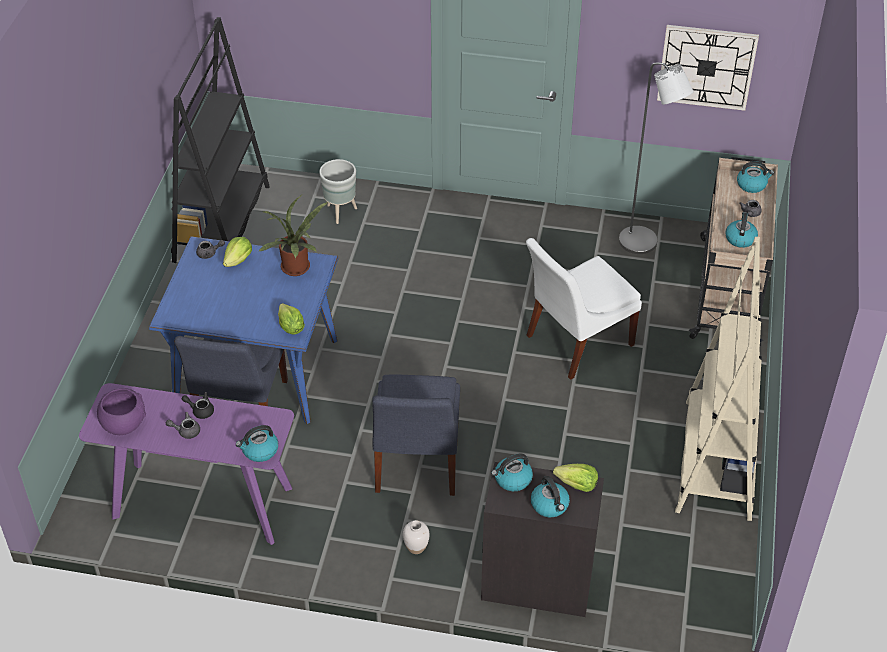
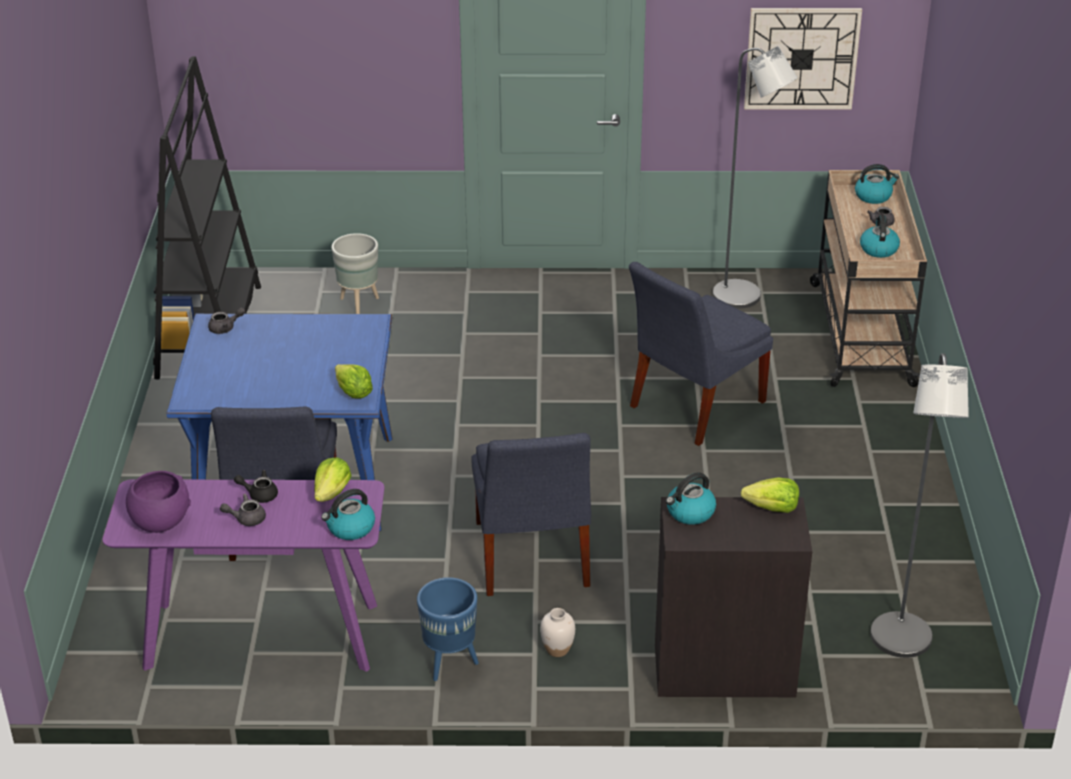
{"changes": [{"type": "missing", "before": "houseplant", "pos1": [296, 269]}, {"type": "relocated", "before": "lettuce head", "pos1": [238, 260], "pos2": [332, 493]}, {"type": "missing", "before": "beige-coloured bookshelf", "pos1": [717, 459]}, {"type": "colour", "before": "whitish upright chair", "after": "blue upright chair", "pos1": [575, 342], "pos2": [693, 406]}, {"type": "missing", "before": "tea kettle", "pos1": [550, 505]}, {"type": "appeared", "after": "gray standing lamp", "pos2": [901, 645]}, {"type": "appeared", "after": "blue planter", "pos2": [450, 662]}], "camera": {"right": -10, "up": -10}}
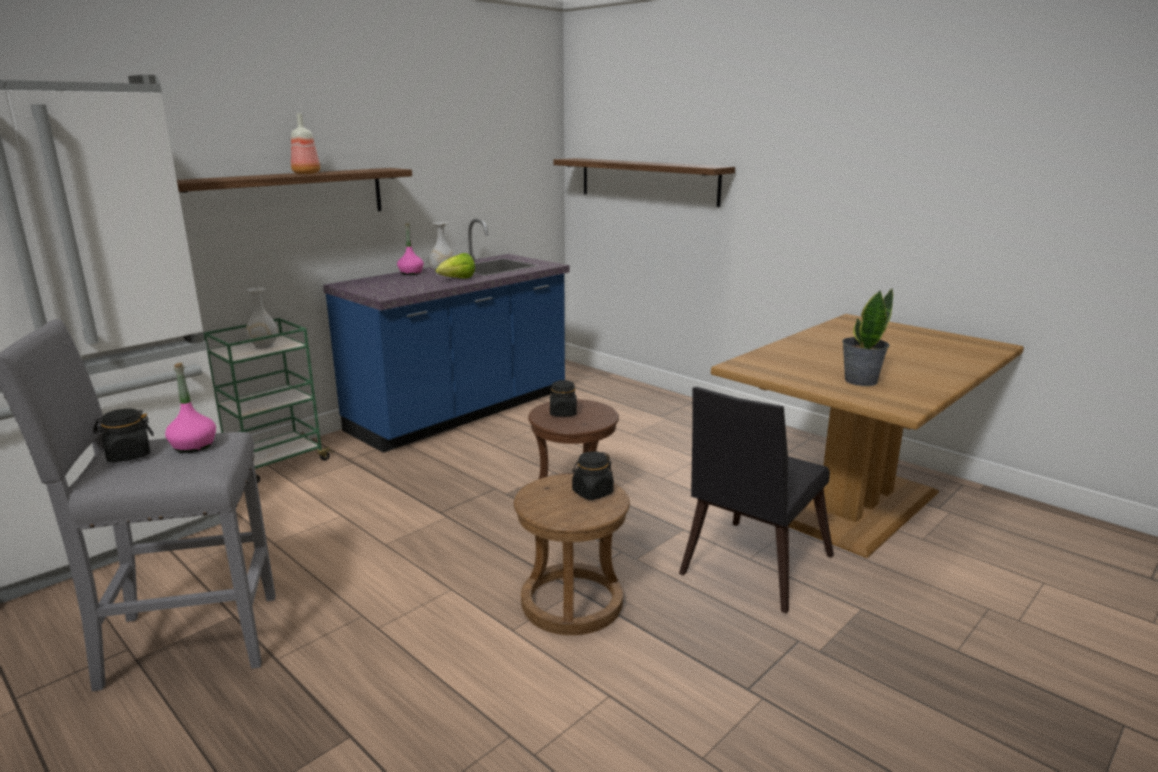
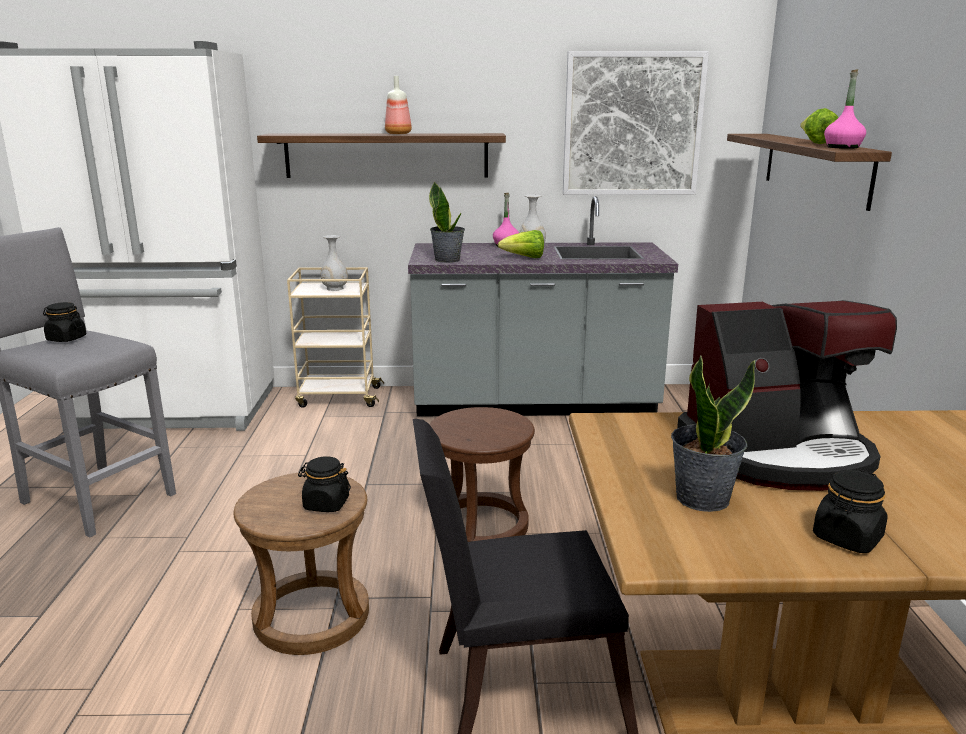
{"changes": [{"type": "colour", "before": "blue kitchen base unit", "after": "gray kitchen base unit", "pos1": [461, 412], "pos2": [534, 404]}, {"type": "colour", "before": "greenish wheeled cart", "after": "beige-coloured wheeled cart", "pos1": [276, 464], "pos2": [338, 397]}, {"type": "relocated", "before": "pink bottle", "pos1": [193, 446], "pos2": [842, 147]}, {"type": "relocated", "before": "black preserve jar", "pos1": [563, 413], "pos2": [847, 538]}, {"type": "appeared", "after": "wall picture", "pos2": [632, 124]}, {"type": "appeared", "after": "lettuce head", "pos2": [814, 143]}, {"type": "appeared", "after": "houseplant", "pos2": [447, 260]}, {"type": "appeared", "after": "coffee machine", "pos2": [778, 454]}], "camera": {"right": 45, "up": 0}}
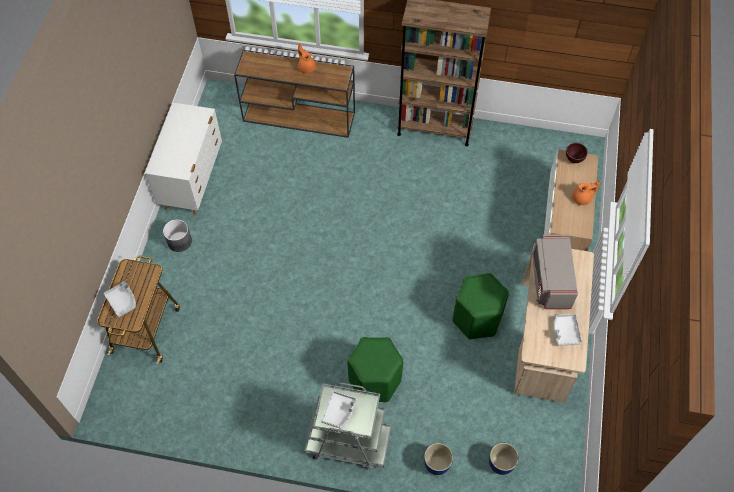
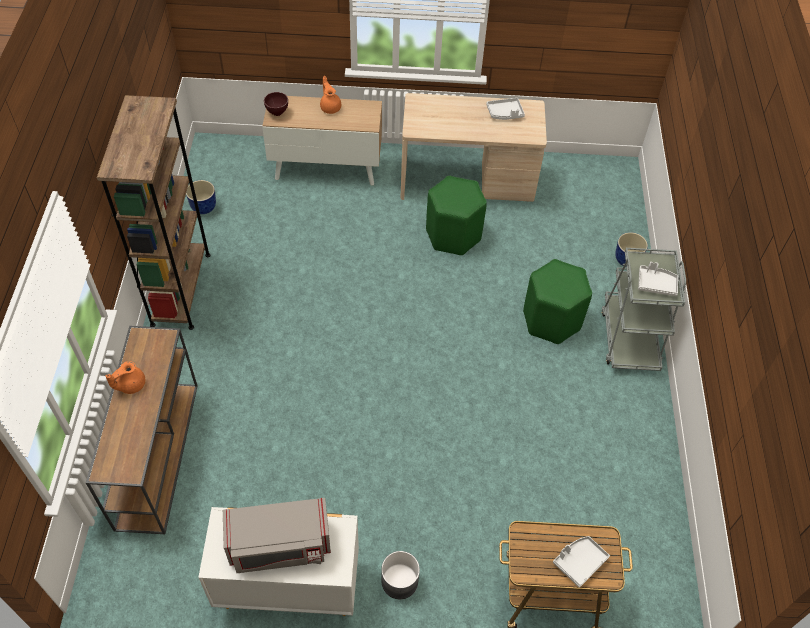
{"changes": [{"type": "relocated", "before": "gray microwave", "pos1": [550, 280], "pos2": [279, 546]}, {"type": "relocated", "before": "planter", "pos1": [501, 464], "pos2": [204, 207]}], "camera": {"right": -100, "up": -5}}
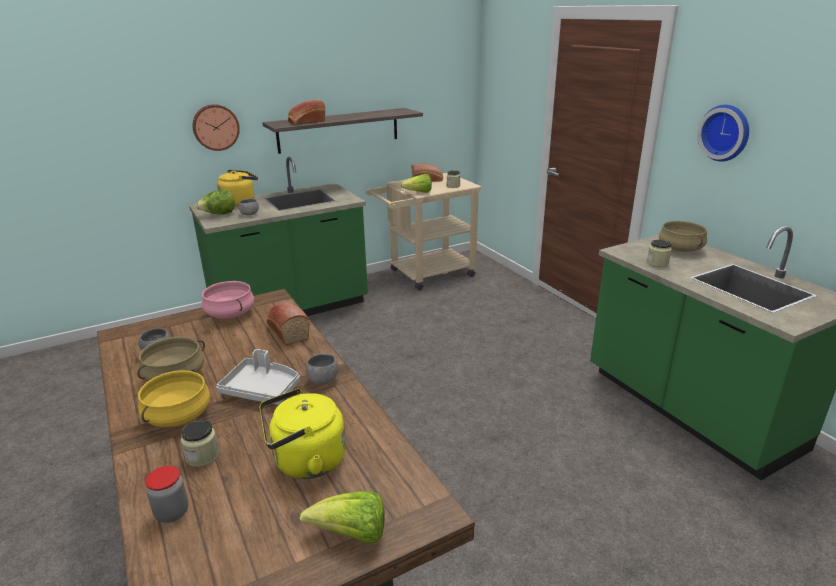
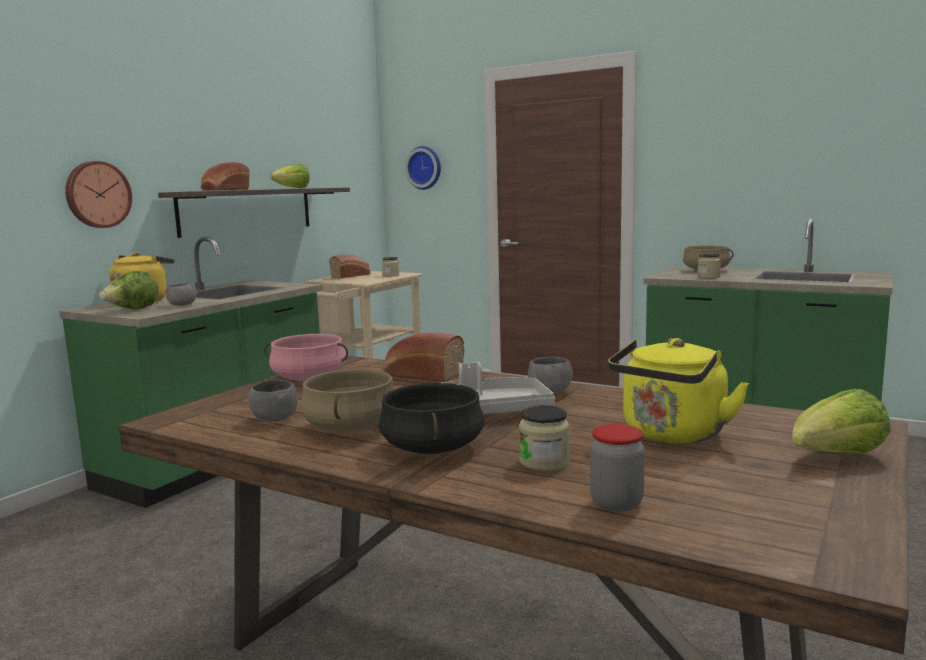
{"changes": [{"type": "relocated", "before": "wall clock", "pos1": [726, 132], "pos2": [425, 168]}, {"type": "relocated", "before": "lettuce head", "pos1": [418, 193], "pos2": [292, 188]}, {"type": "colour", "before": "yellow-coloured cooking pot", "after": "black cooking pot", "pos1": [178, 415], "pos2": [431, 447]}], "camera": {"right": -30, "up": -15}}
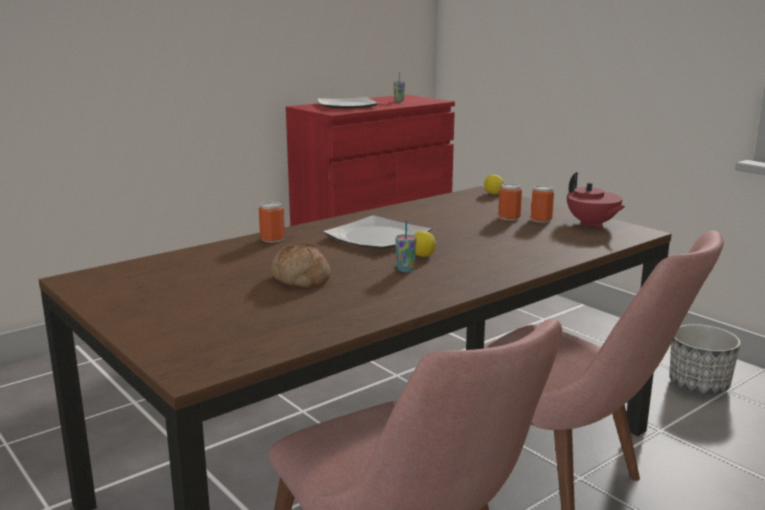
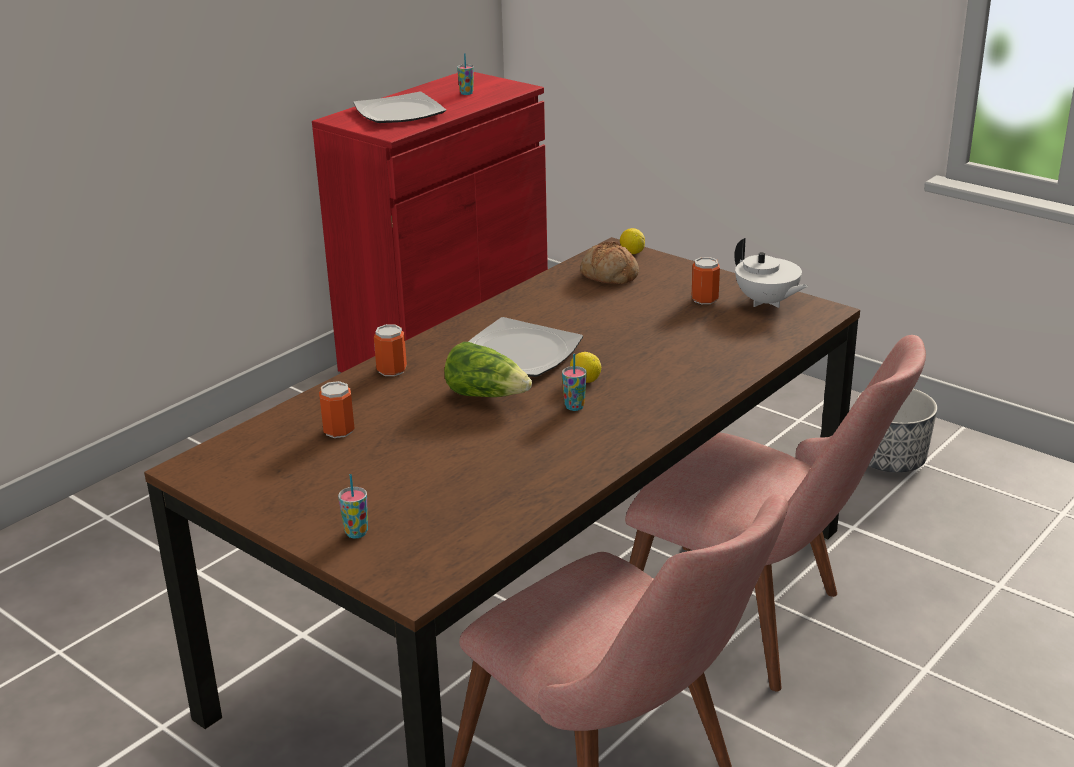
{"changes": [{"type": "colour", "before": "red teapot", "after": "whitish teapot", "pos1": [592, 224], "pos2": [766, 302]}, {"type": "relocated", "before": "can", "pos1": [509, 217], "pos2": [339, 430]}, {"type": "relocated", "before": "bakery bread", "pos1": [300, 279], "pos2": [608, 275]}, {"type": "appeared", "after": "lettuce head", "pos2": [487, 395]}, {"type": "appeared", "after": "small cup", "pos2": [356, 533]}], "camera": {"right": -10, "up": 10}}
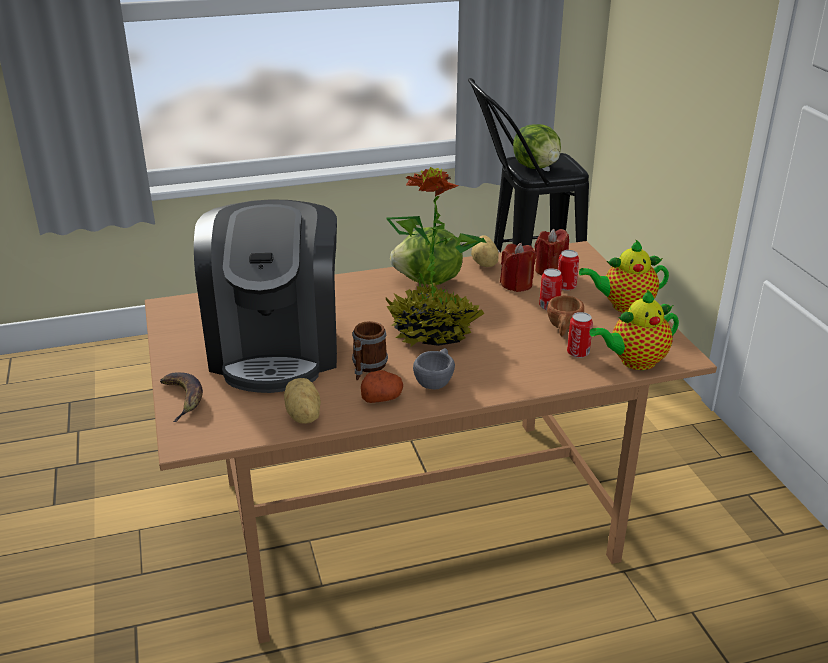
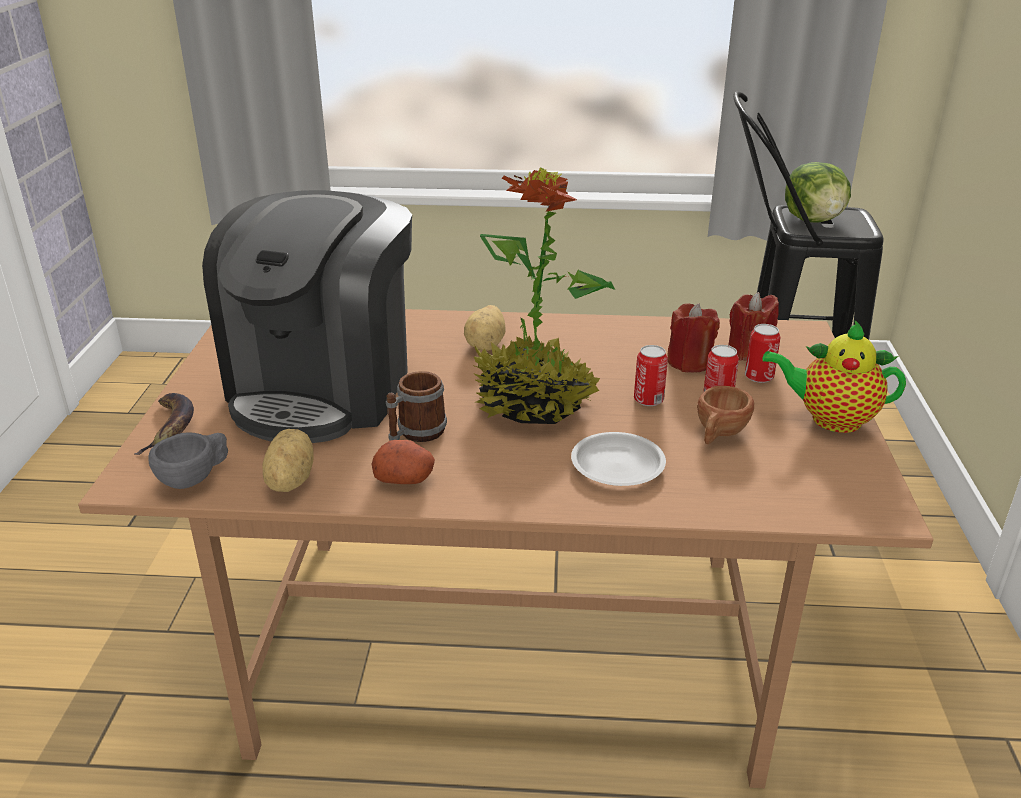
{"changes": [{"type": "missing", "before": "lettuce head", "pos1": [429, 282]}, {"type": "relocated", "before": "whole potato", "pos1": [485, 263], "pos2": [487, 345]}, {"type": "missing", "before": "teapot", "pos1": [634, 362]}, {"type": "relocated", "before": "can", "pos1": [578, 353], "pos2": [648, 400]}, {"type": "relocated", "before": "gray small cup", "pos1": [436, 381], "pos2": [195, 477]}, {"type": "appeared", "after": "whitish flat dish", "pos2": [617, 465]}], "camera": {"right": 20, "up": 0}}
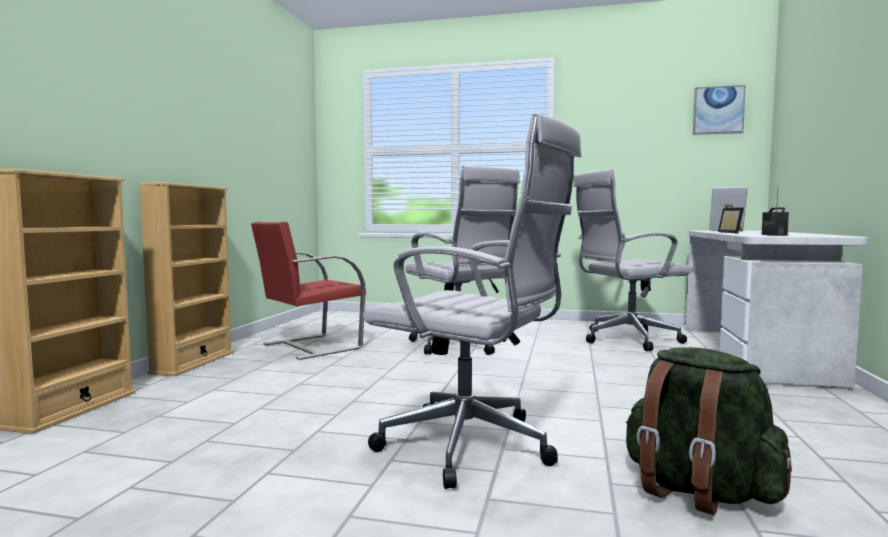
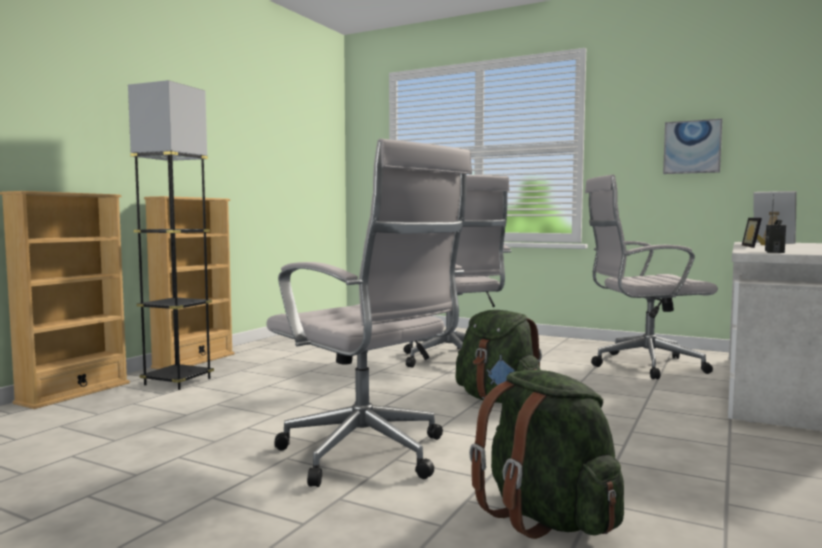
{"changes": [{"type": "relocated", "before": "wall picture", "pos1": [718, 110], "pos2": [692, 147]}, {"type": "missing", "before": "red upright chair", "pos1": [310, 346]}, {"type": "appeared", "after": "gray standing lamp", "pos2": [177, 381]}, {"type": "appeared", "after": "greenish rucksack", "pos2": [498, 400]}], "camera": {"right": 15, "up": 0}}
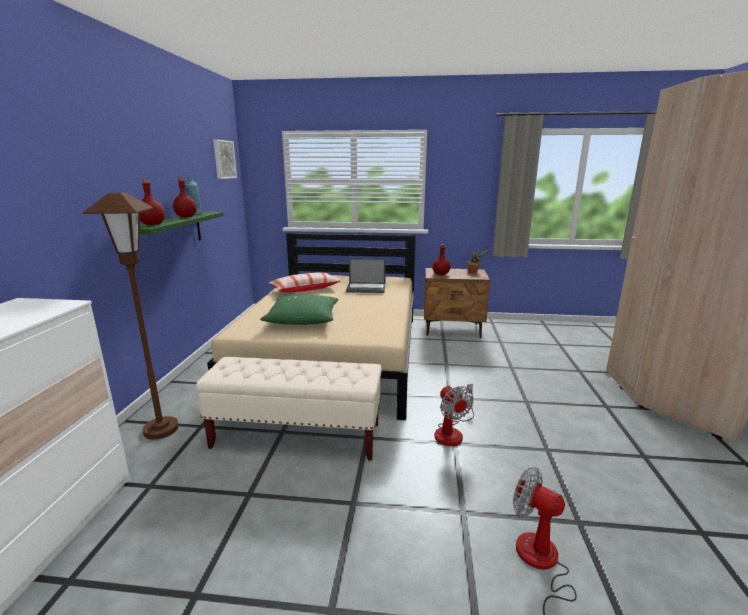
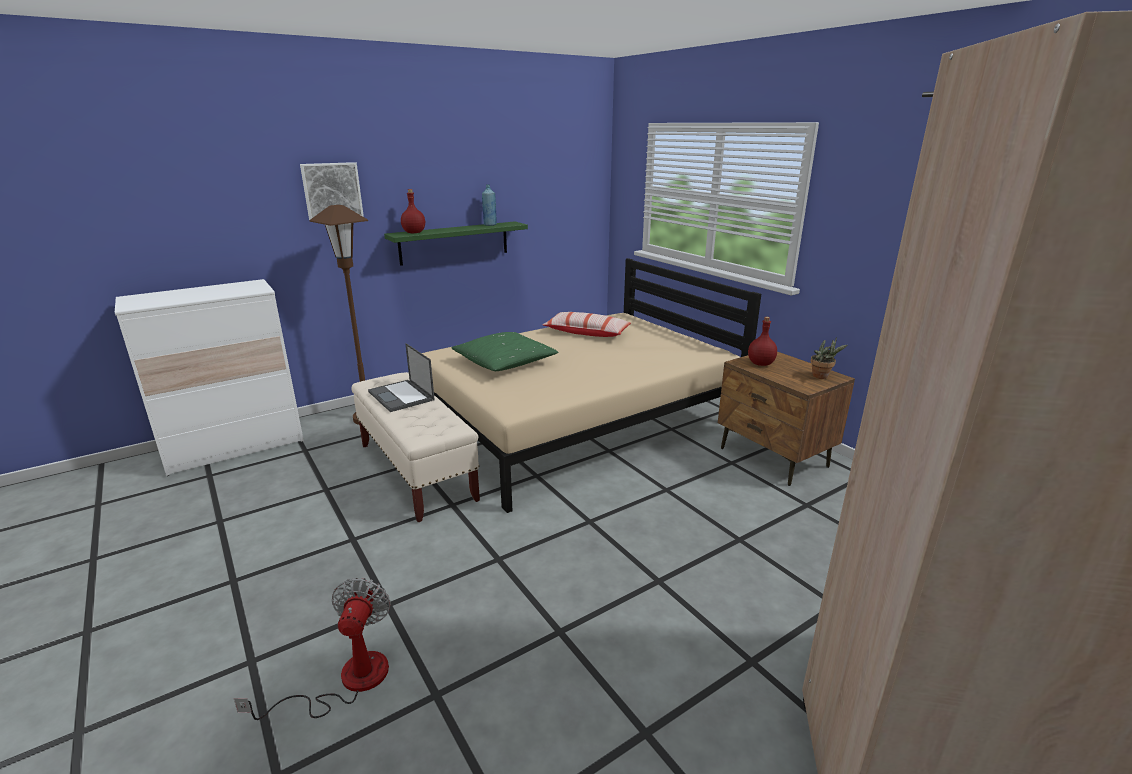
{"changes": [{"type": "relocated", "before": "wall picture", "pos1": [223, 159], "pos2": [332, 191]}, {"type": "missing", "before": "red bottle", "pos1": [186, 217]}, {"type": "relocated", "before": "notebook computer", "pos1": [366, 288], "pos2": [401, 396]}, {"type": "missing", "before": "electric fan", "pos1": [452, 431]}], "camera": {"right": 50, "up": 5}}
